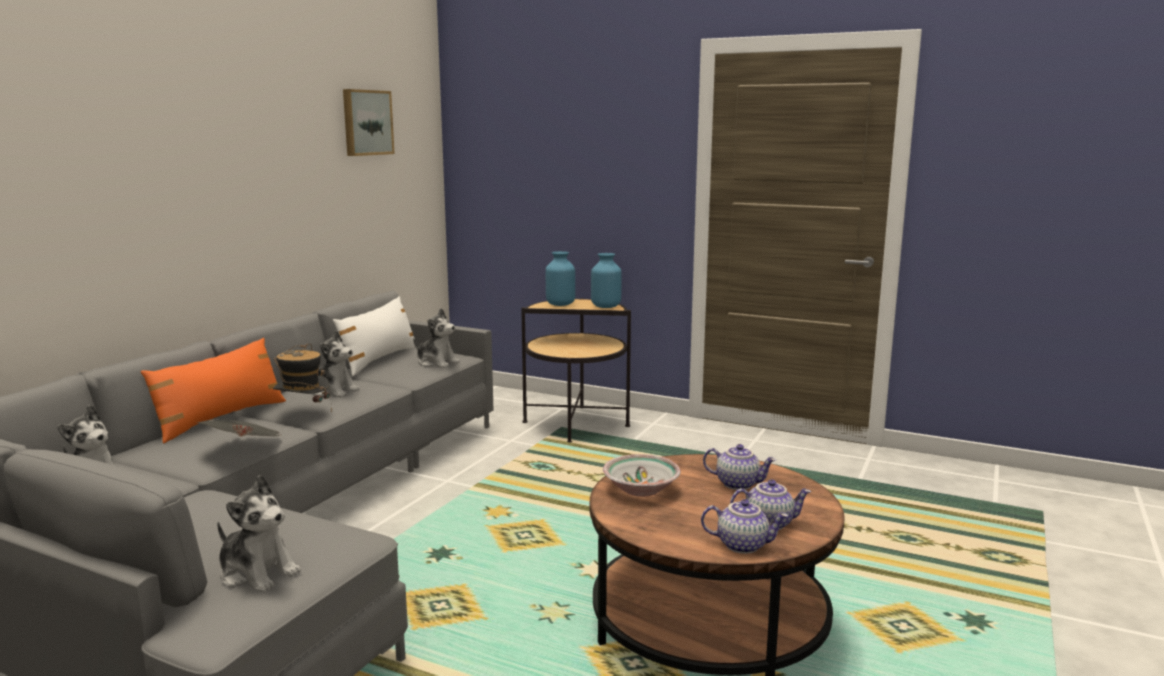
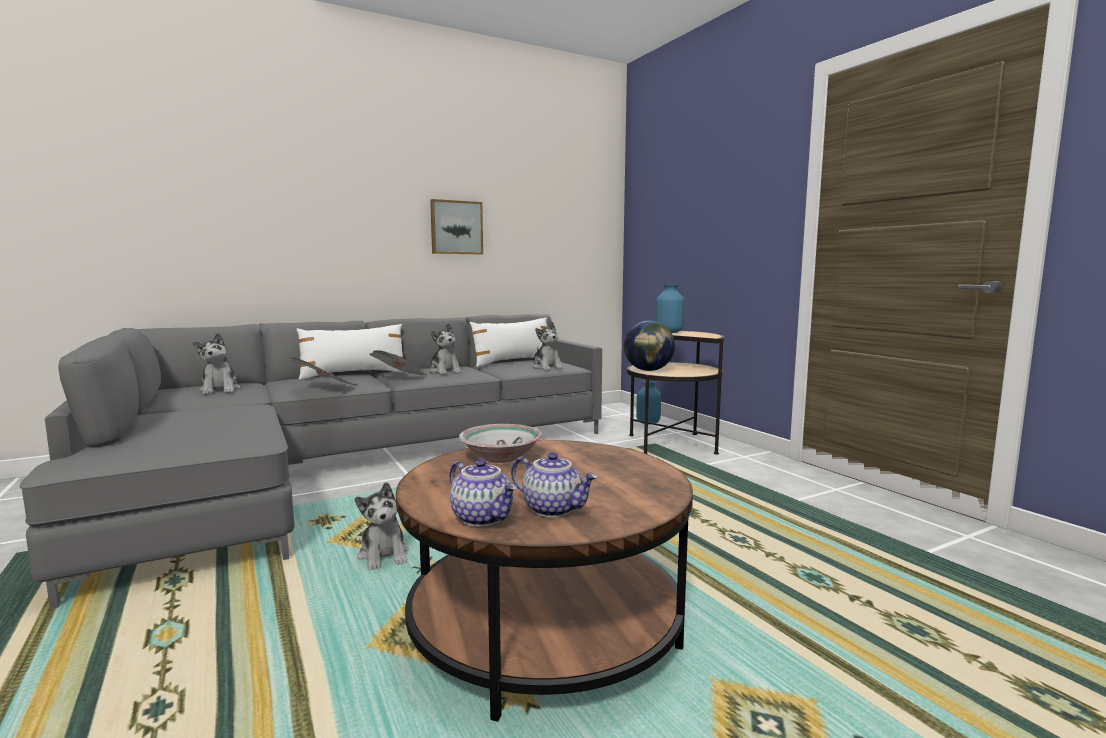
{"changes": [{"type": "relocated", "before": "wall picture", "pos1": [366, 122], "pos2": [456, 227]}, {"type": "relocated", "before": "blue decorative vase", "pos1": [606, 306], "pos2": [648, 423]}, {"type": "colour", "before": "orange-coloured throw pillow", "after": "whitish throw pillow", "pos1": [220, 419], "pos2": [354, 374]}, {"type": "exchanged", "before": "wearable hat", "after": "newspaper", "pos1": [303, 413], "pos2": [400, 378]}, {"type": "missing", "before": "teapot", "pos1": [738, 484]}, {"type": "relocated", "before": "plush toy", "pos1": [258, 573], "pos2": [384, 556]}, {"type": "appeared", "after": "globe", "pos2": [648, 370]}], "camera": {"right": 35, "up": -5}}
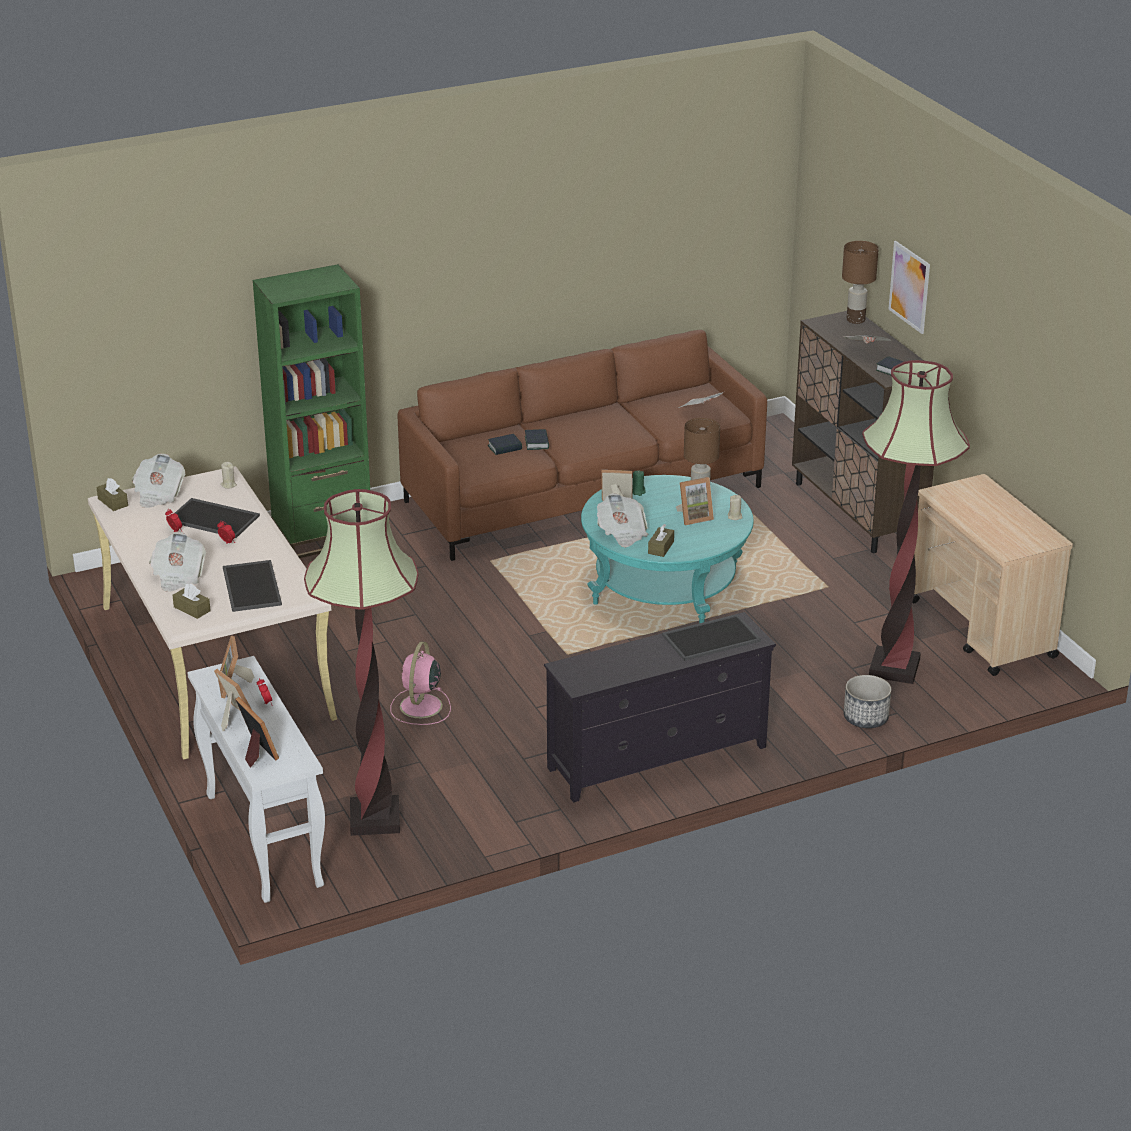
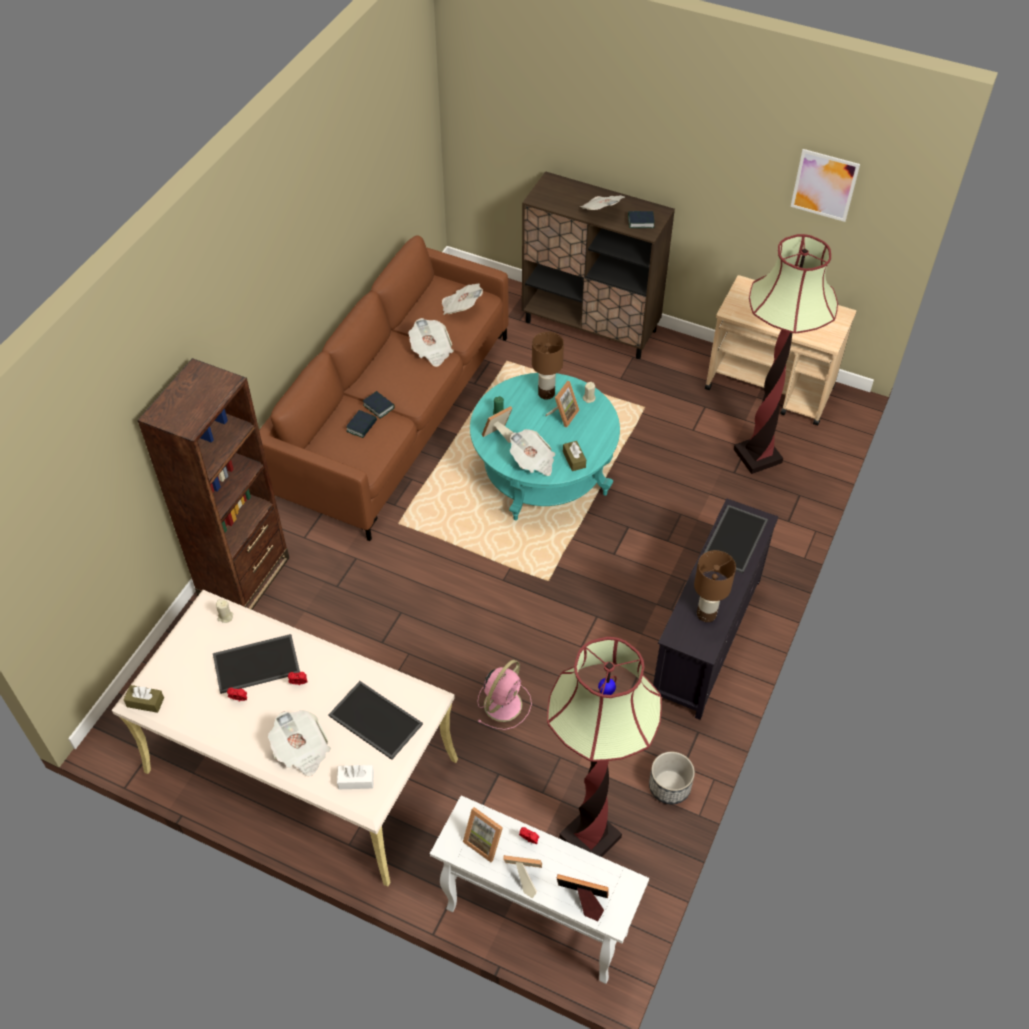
{"changes": [{"type": "relocated", "before": "brown-coloured lamp for a table", "pos1": [856, 320], "pos2": [706, 614]}, {"type": "relocated", "before": "wall picture", "pos1": [909, 287], "pos2": [824, 185]}, {"type": "colour", "before": "greenish bookshelf", "after": "brown-coloured bookshelf", "pos1": [322, 536], "pos2": [244, 577]}, {"type": "relocated", "before": "newspaper", "pos1": [158, 494], "pos2": [431, 351]}, {"type": "colour", "before": "brown-coloured tissue box", "after": "whitish tissue box", "pos1": [192, 609], "pos2": [356, 780]}, {"type": "spun", "before": "pink electric fan", "pos1": [420, 707], "pos2": [504, 703], "turn": -120}, {"type": "relocated", "before": "planter", "pos1": [866, 718], "pos2": [670, 786]}], "camera": {"right": -40, "up": 20}}
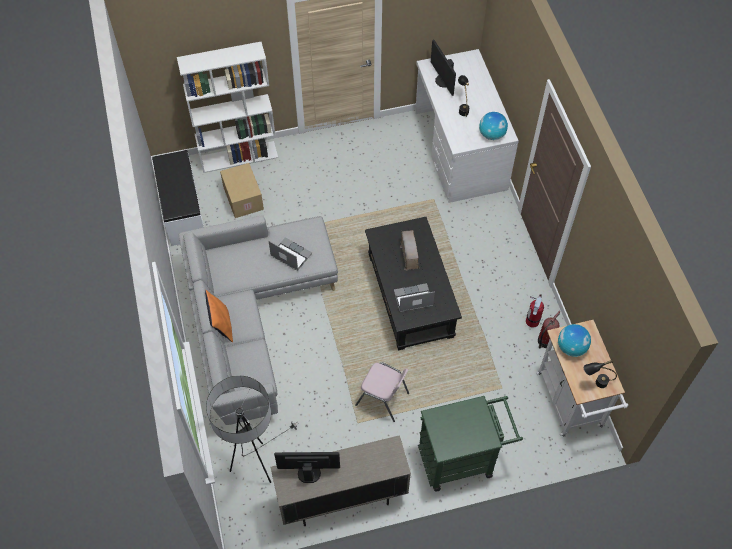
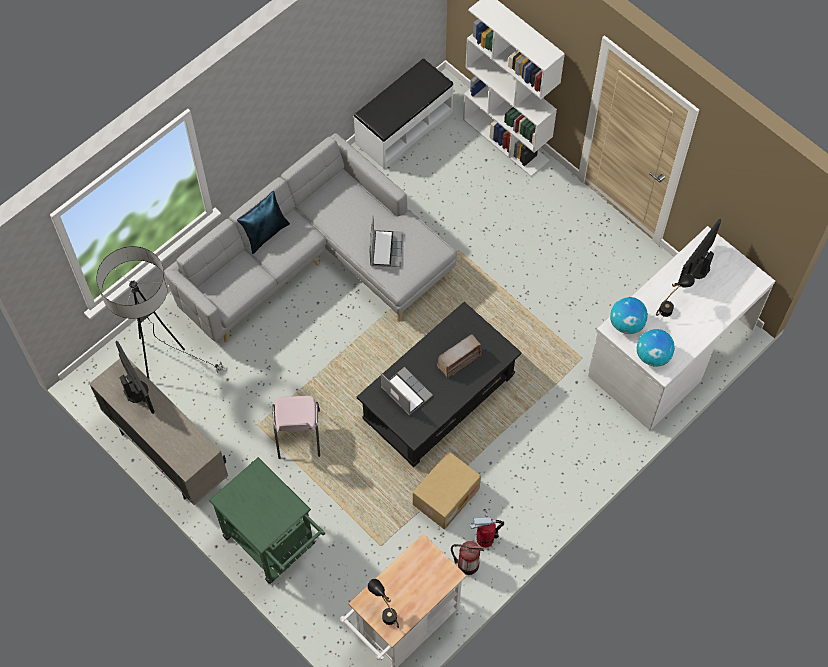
{"changes": [{"type": "relocated", "before": "carton", "pos1": [242, 198], "pos2": [445, 495]}, {"type": "colour", "before": "orange-coloured throw pillow", "after": "blue throw pillow", "pos1": [221, 325], "pos2": [265, 233]}, {"type": "relocated", "before": "globe", "pos1": [571, 347], "pos2": [626, 323]}], "camera": {"right": 60, "up": 5}}
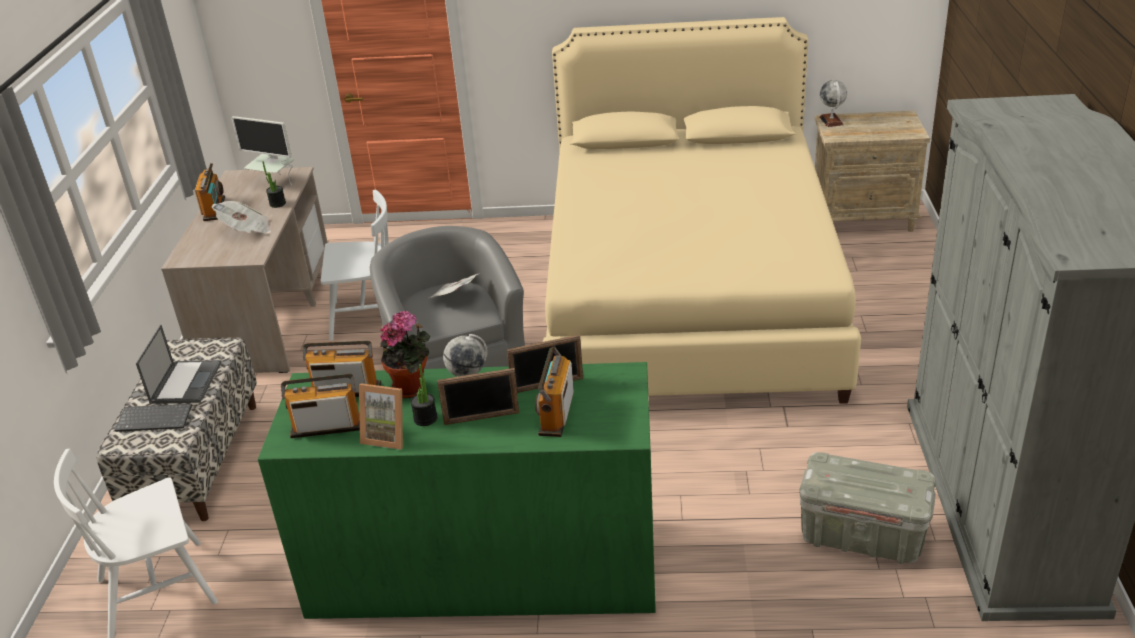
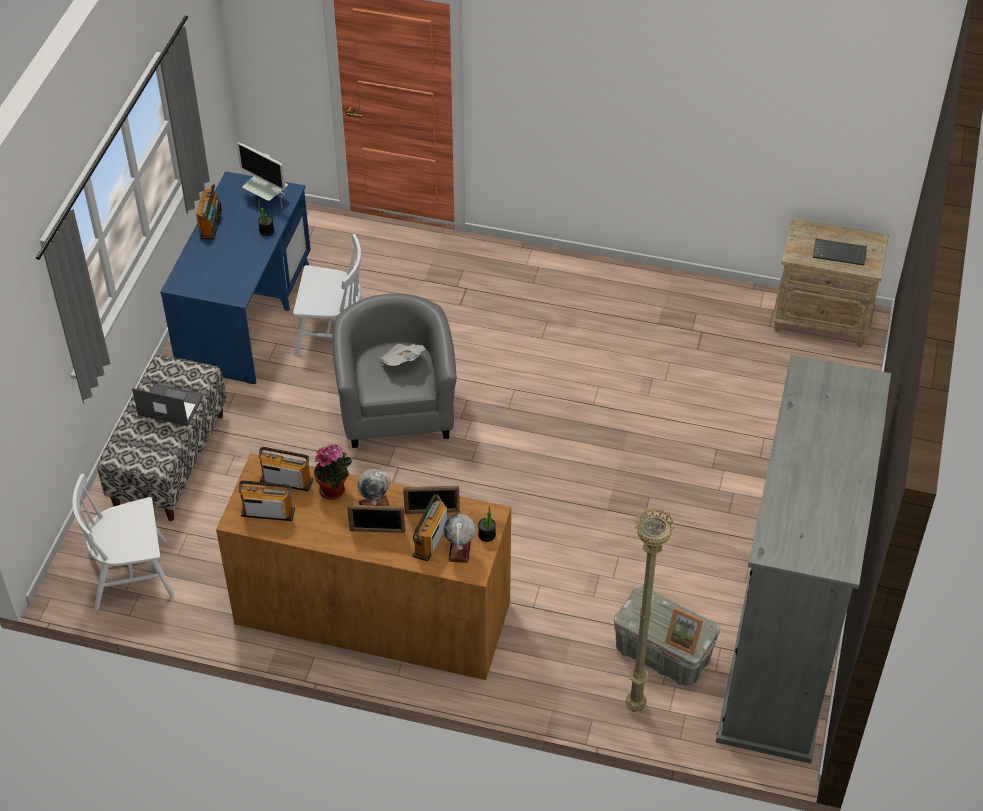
{"changes": [{"type": "missing", "before": "beige-coloured bedroom bed", "pos1": [688, 297]}, {"type": "relocated", "before": "globe", "pos1": [831, 121], "pos2": [459, 550]}, {"type": "colour", "before": "beige-coloured desk", "after": "blue desk", "pos1": [268, 317], "pos2": [245, 314]}, {"type": "missing", "before": "newspaper", "pos1": [246, 230]}, {"type": "spun", "before": "notebook computer", "pos1": [186, 382], "pos2": [170, 405], "turn": -90}, {"type": "colour", "before": "greenish dresser", "after": "brown-coloured dresser", "pos1": [483, 567], "pos2": [372, 613]}, {"type": "relocated", "before": "houseplant", "pos1": [425, 418], "pos2": [486, 535]}, {"type": "relocated", "before": "standing frame", "pos1": [387, 436], "pos2": [684, 640]}, {"type": "relocated", "before": "keyboard", "pos1": [155, 418], "pos2": [840, 252]}, {"type": "appeared", "after": "beige-coloured standing lamp", "pos2": [634, 706]}], "camera": {"right": 10, "up": 15}}
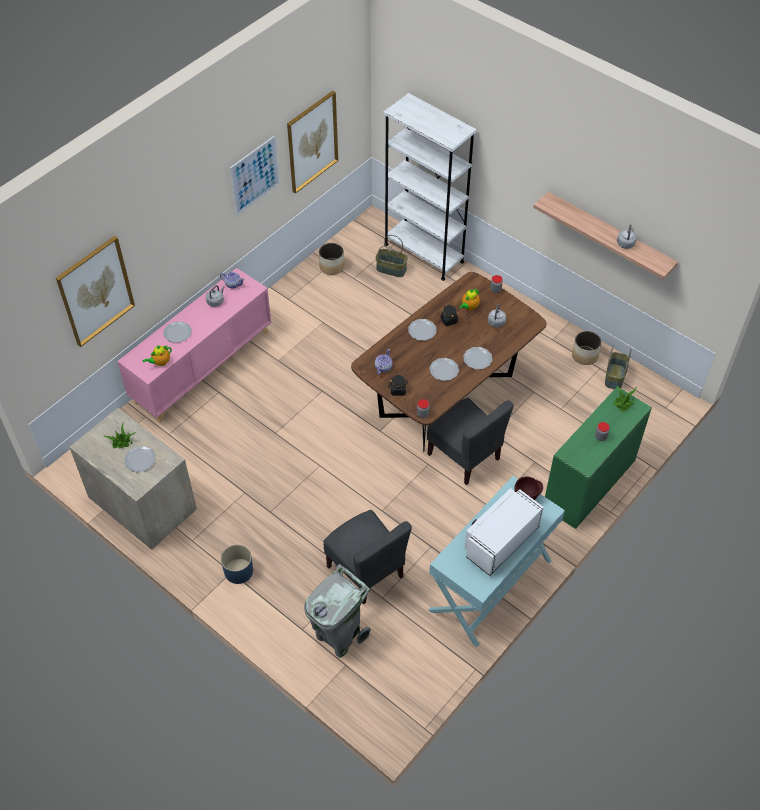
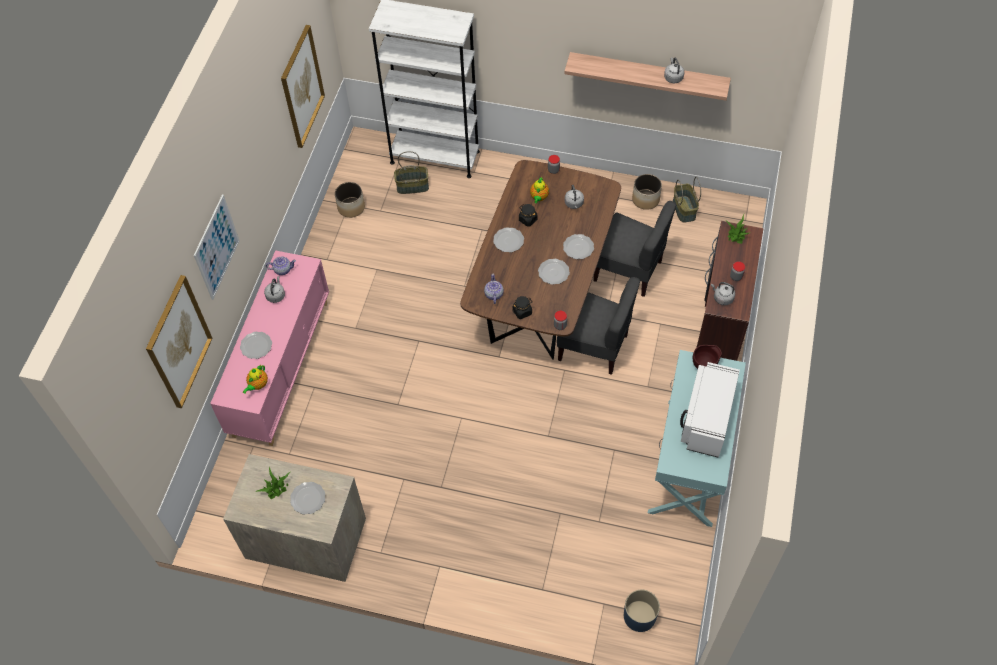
{"changes": [{"type": "relocated", "before": "wall picture", "pos1": [255, 175], "pos2": [216, 247]}, {"type": "colour", "before": "greenish desk", "after": "brown-coloured desk", "pos1": [588, 483], "pos2": [719, 322]}, {"type": "relocated", "before": "gray upright chair", "pos1": [366, 571], "pos2": [628, 270]}, {"type": "relocated", "before": "blue planter", "pos1": [238, 571], "pos2": [639, 616]}, {"type": "missing", "before": "gray trash can", "pos1": [339, 636]}, {"type": "appeared", "after": "gray tea kettle", "pos2": [722, 298]}], "camera": {"right": -25, "up": 5}}
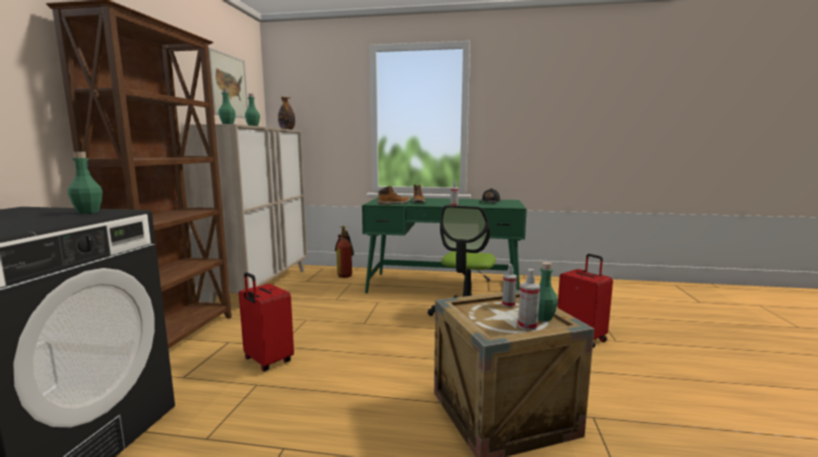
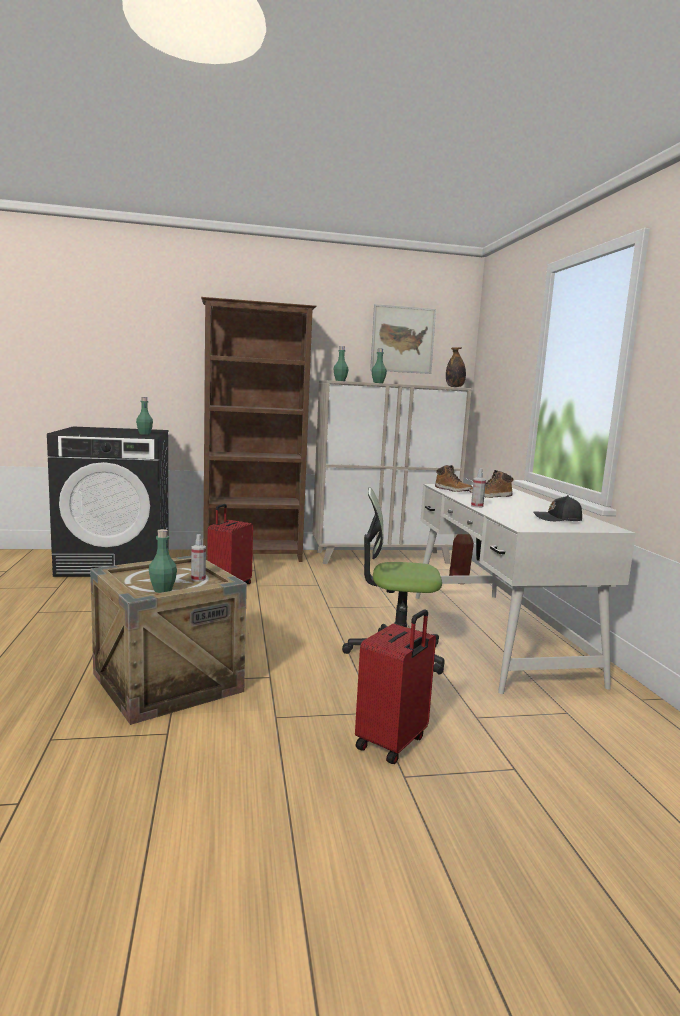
{"changes": [{"type": "colour", "before": "greenish desk", "after": "whitish desk", "pos1": [443, 286], "pos2": [496, 635]}, {"type": "missing", "before": "sprayer", "pos1": [527, 326]}], "camera": {"right": 70, "up": 0}}
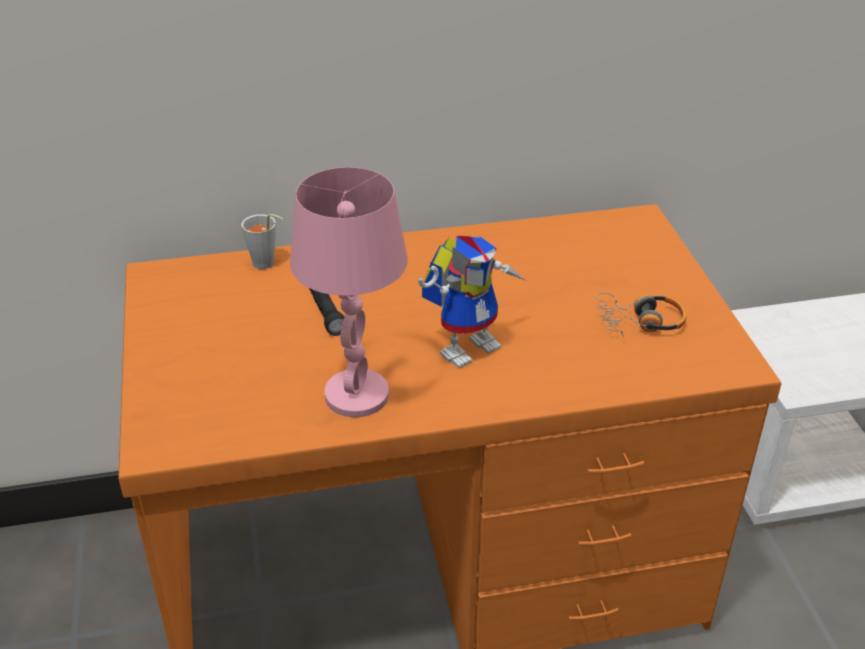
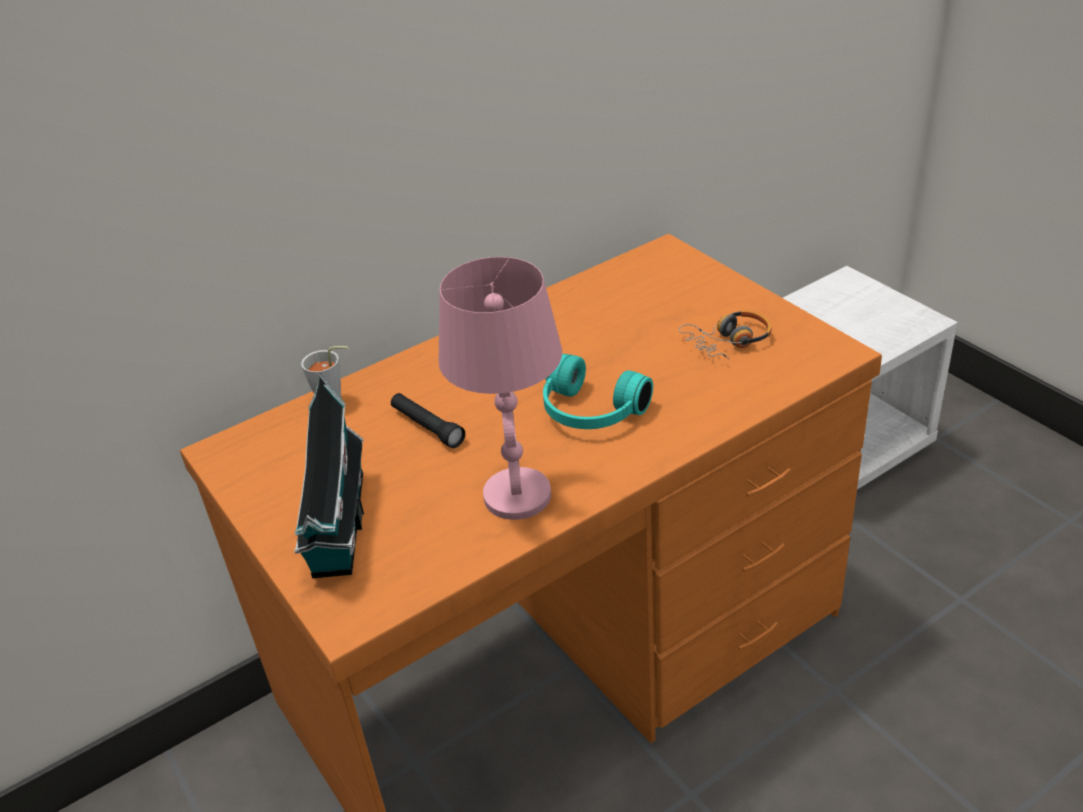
{"changes": [{"type": "exchanged", "before": "model robot", "after": "turquoise-coloured headset", "pos1": [468, 344], "pos2": [589, 412]}, {"type": "appeared", "after": "miniature house", "pos2": [338, 527]}], "camera": {"right": -20, "up": 0}}
